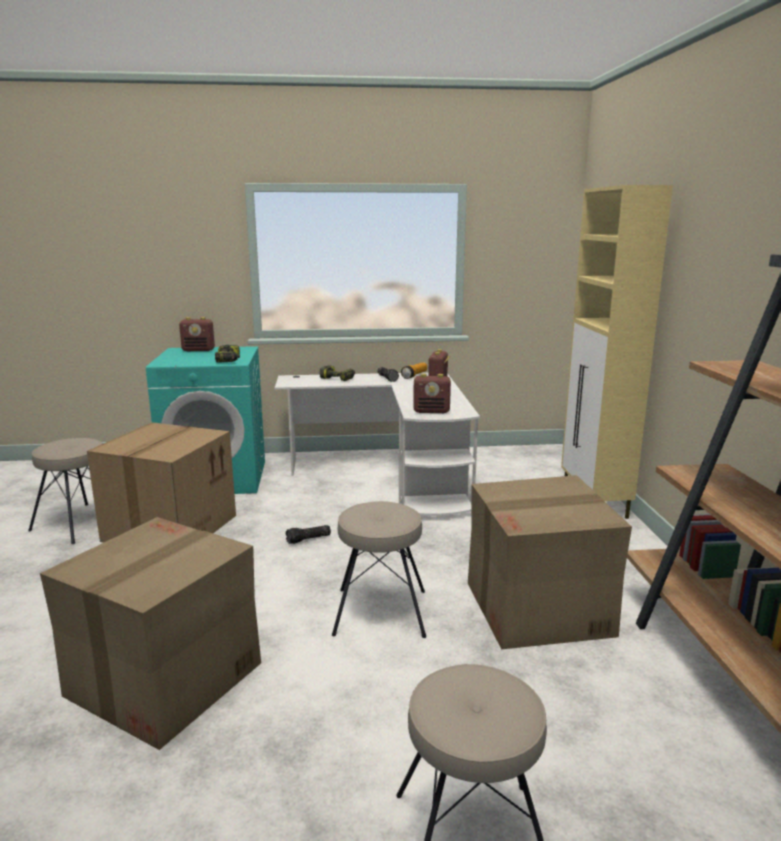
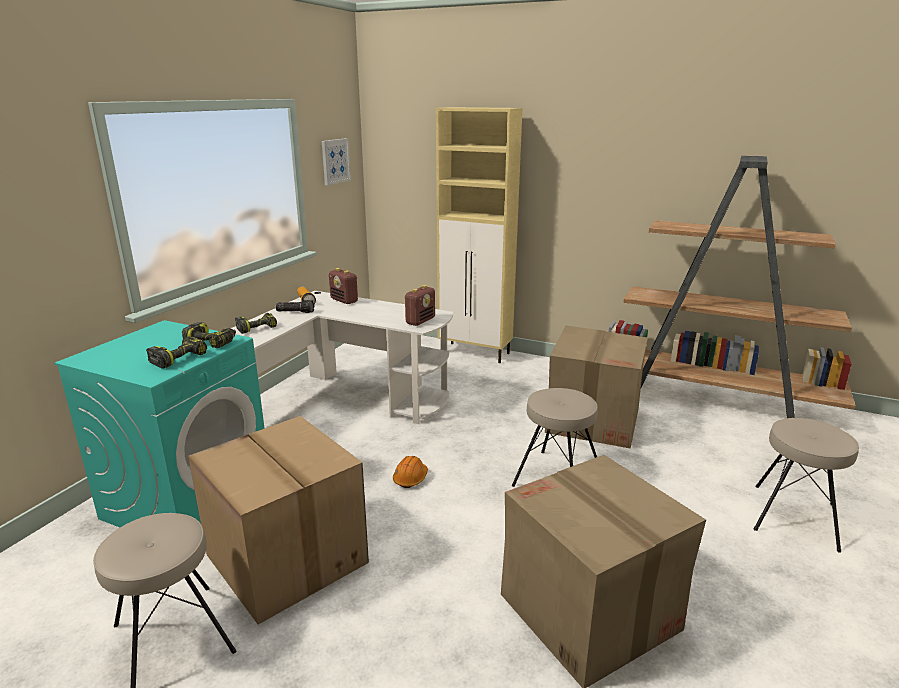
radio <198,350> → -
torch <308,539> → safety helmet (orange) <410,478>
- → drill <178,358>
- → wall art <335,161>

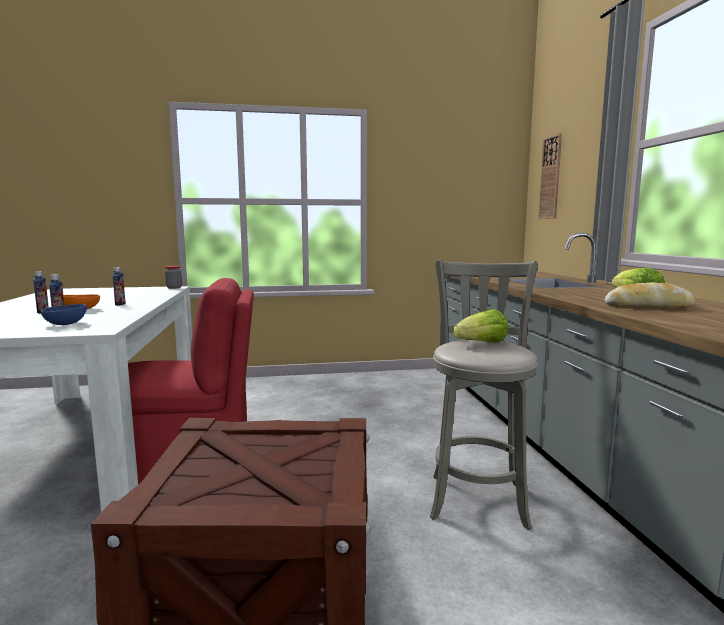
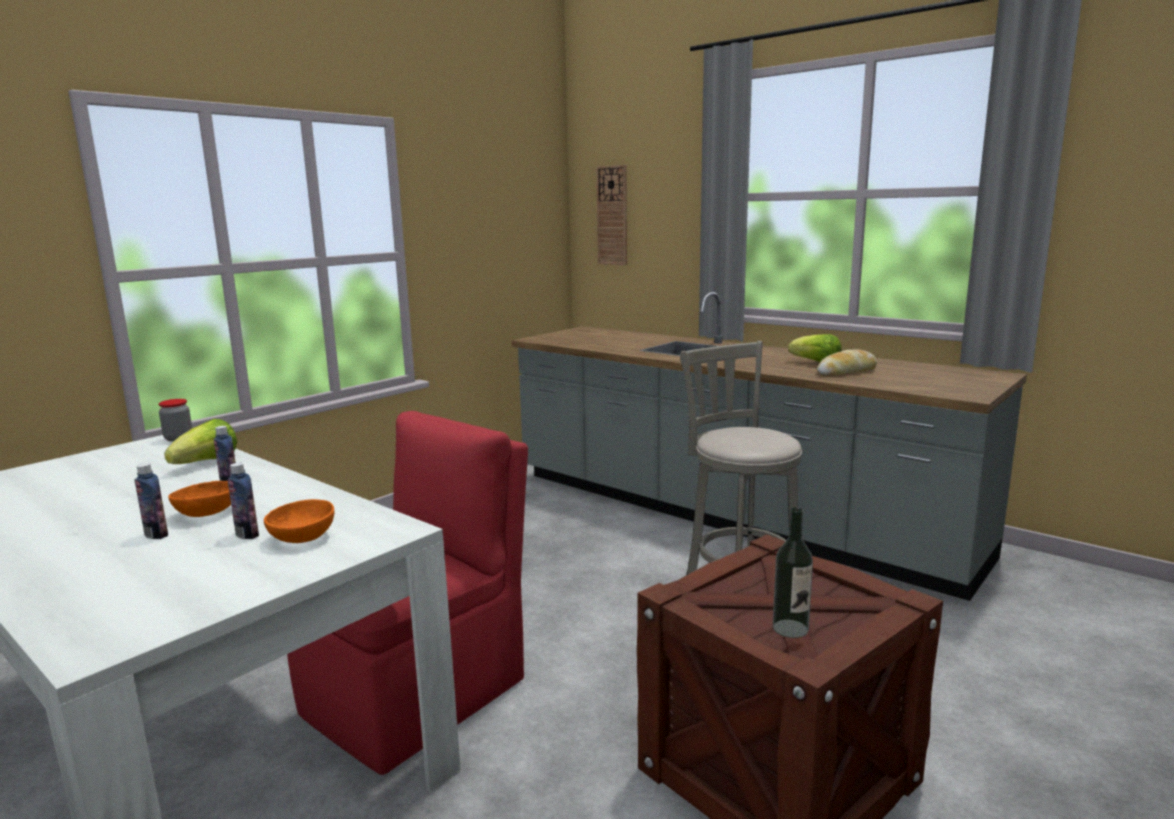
serving bowl (blue) <65,324> → serving bowl (orange) <302,538>
head of lettuce <482,343> → head of lettuce <207,463>, move
- → drink bottle <790,628>

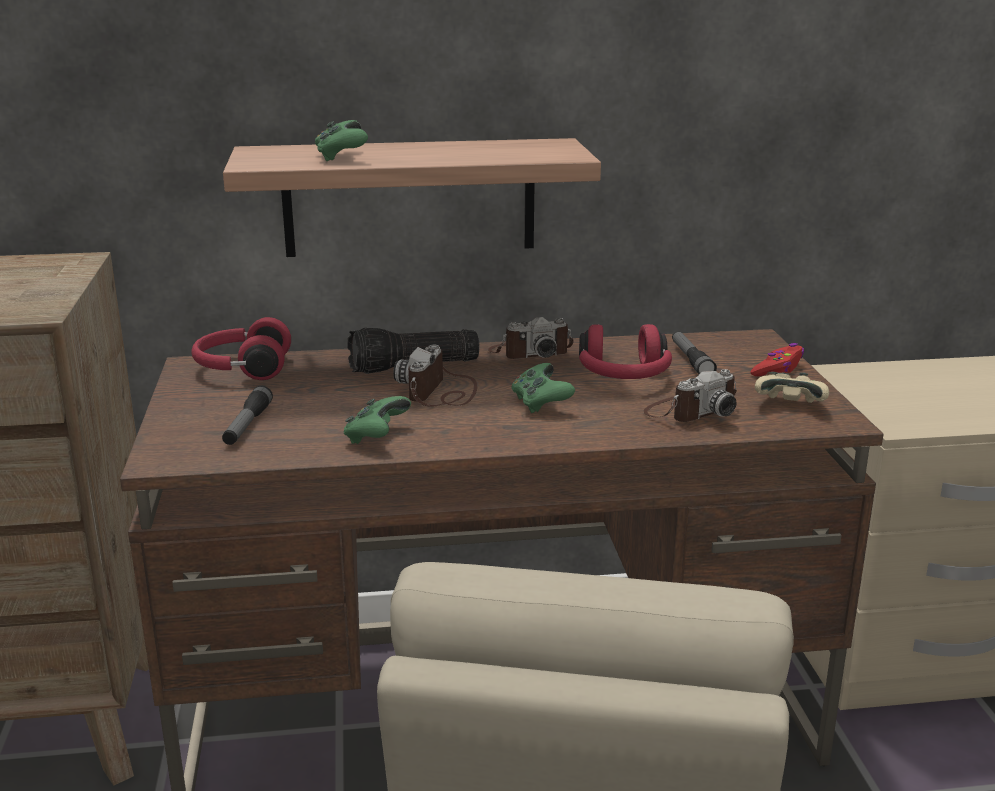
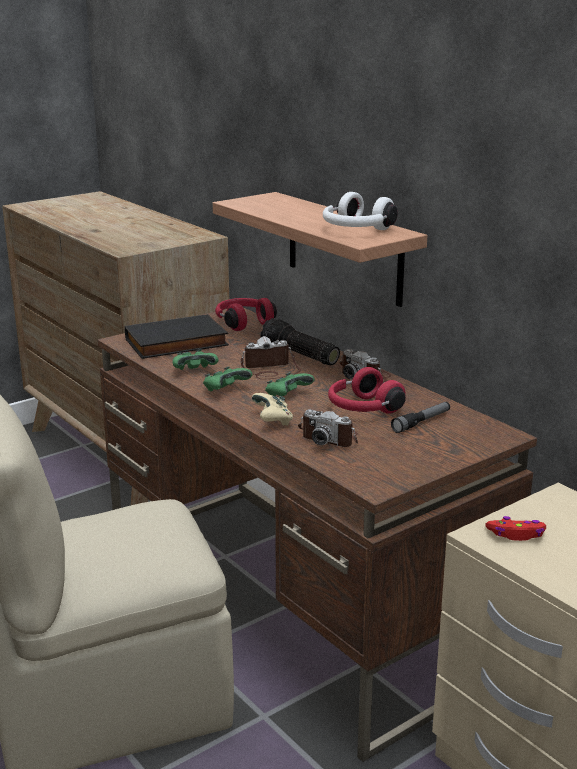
torch <247,425> → bound book (blackish) <176,343>
game controller (green) <341,157> → game controller (green) <226,390>, move
game controller (red) <778,369> → game controller (red) <516,534>, move
game controller (sand-coloured) <790,405> → game controller (sand-coloured) <272,421>, move
- → pair of headphones (white) <356,230>

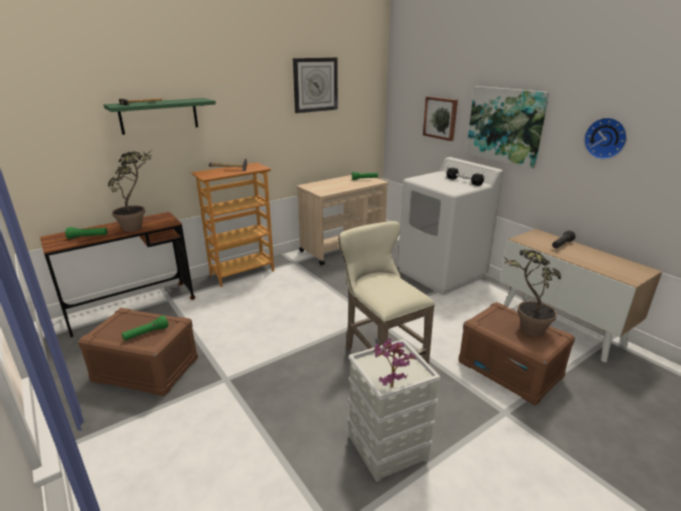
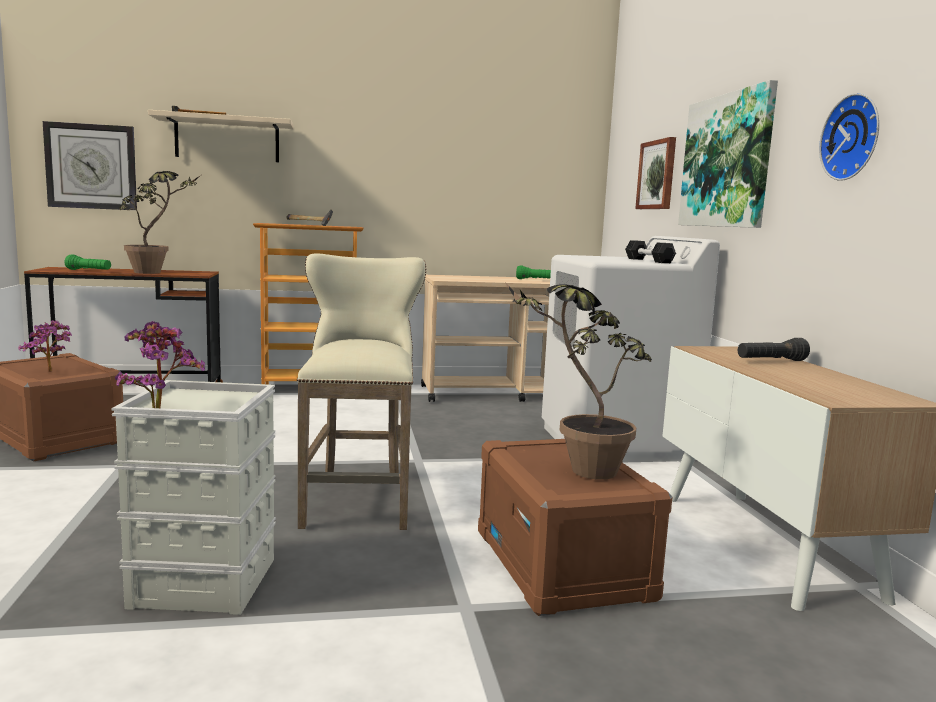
shelf (green) <159,116> → shelf (sand-coloured) <227,139>
torch (green) <146,334> → potted plant <51,372>
hanging clock <315,85> → hanging clock <91,166>, move

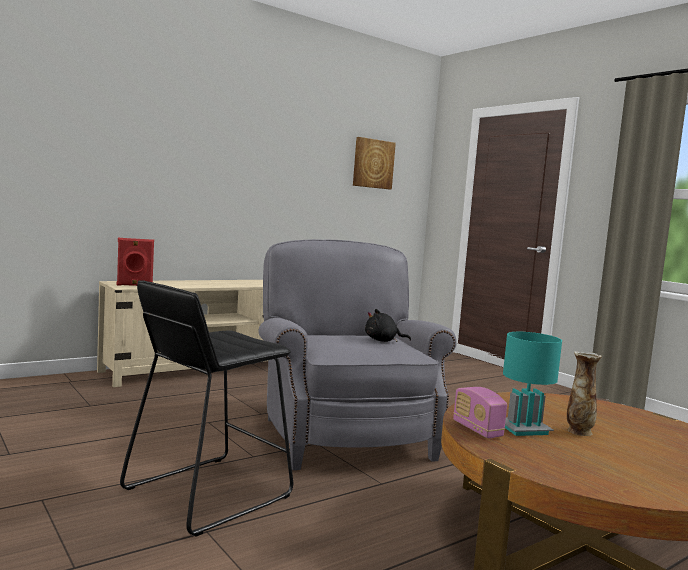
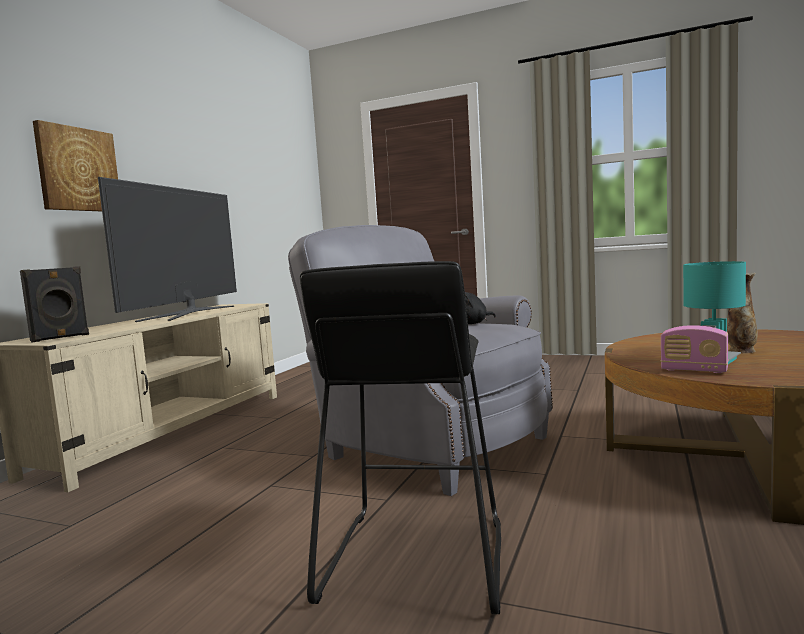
loudspeaker (red) <134,285> → loudspeaker (blackish) <60,338>
wall art <373,163> → wall art <77,169>, move
- → television <188,313>

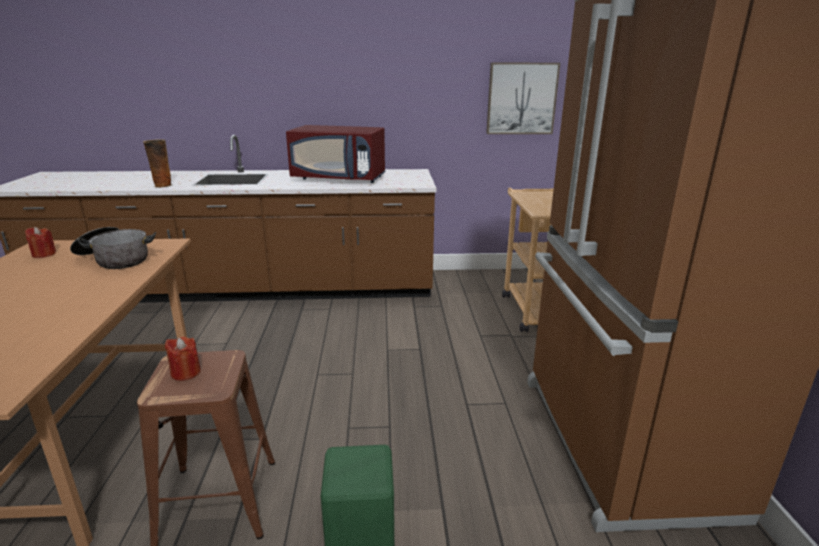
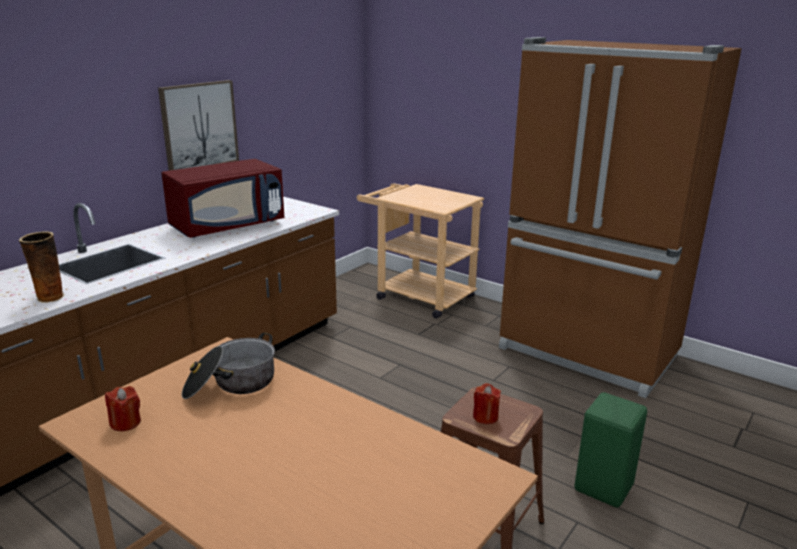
wall art <521,99> → wall art <199,126>, move

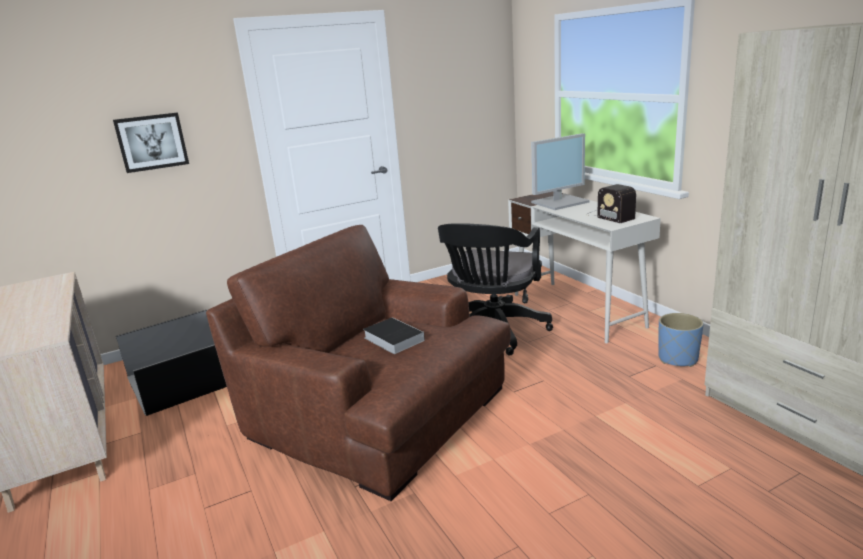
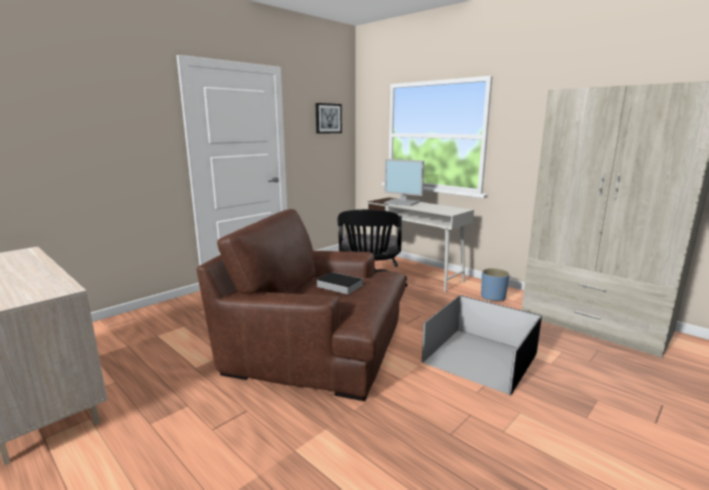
wall art <152,142> → wall art <328,118>, move
storage bin (blackish) <184,377> → storage bin (blackish) <478,357>, move
computer display <560,202> → computer display <403,202>, 75 degrees clockwise
radio <609,215> → -

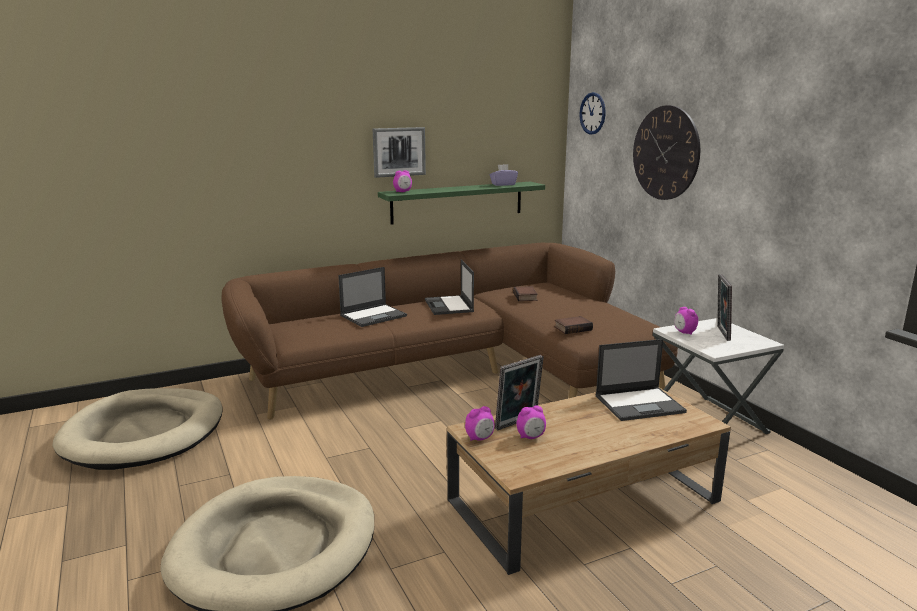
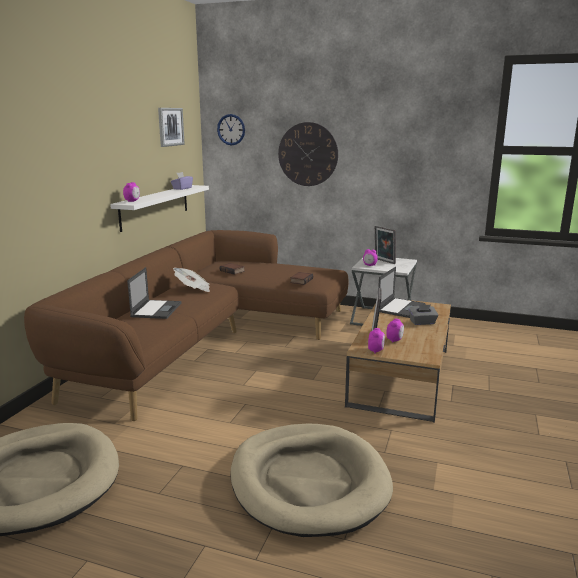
wall art <399,152> → wall art <170,127>, move
shelf (green) <458,202> → shelf (white) <155,206>
portable computer <449,306> → newspaper <193,289>
- → tissue box (greyish) <422,322>

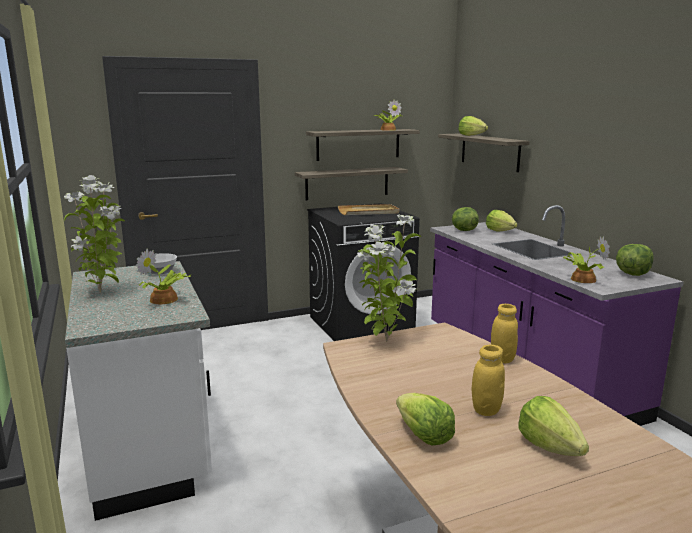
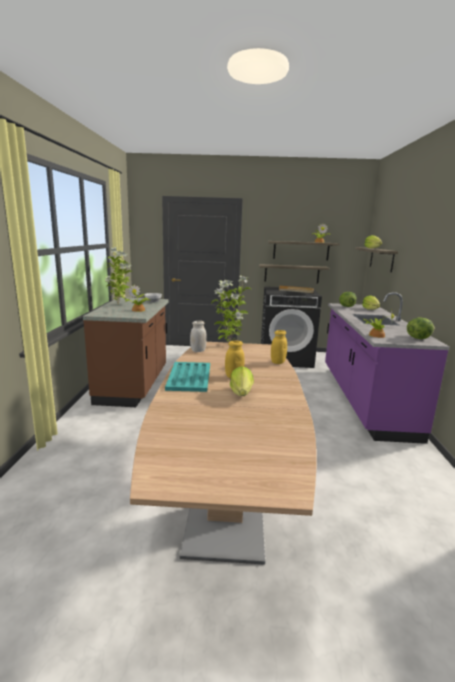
kitchen base unit (white) <150,447> → kitchen base unit (brown) <134,386>
head of lettuce <423,435> → carrying tray (turquoise) <189,377>
- → storage jar (white) <198,351>

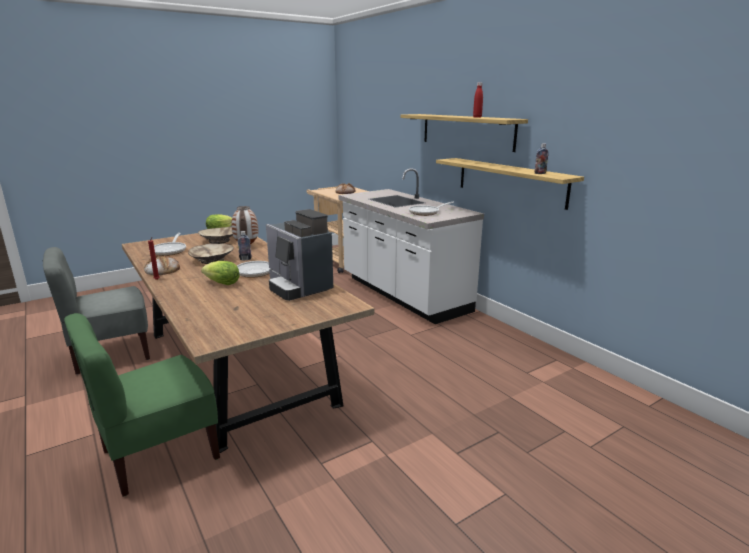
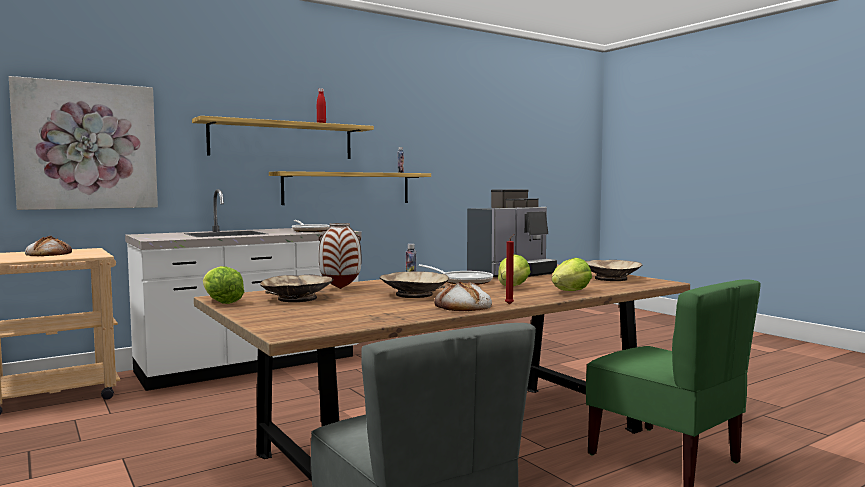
frying pan <170,251> → -
- → wall art <87,146>
- → head of lettuce <571,291>
- → serving bowl (sand-coloured) <610,278>

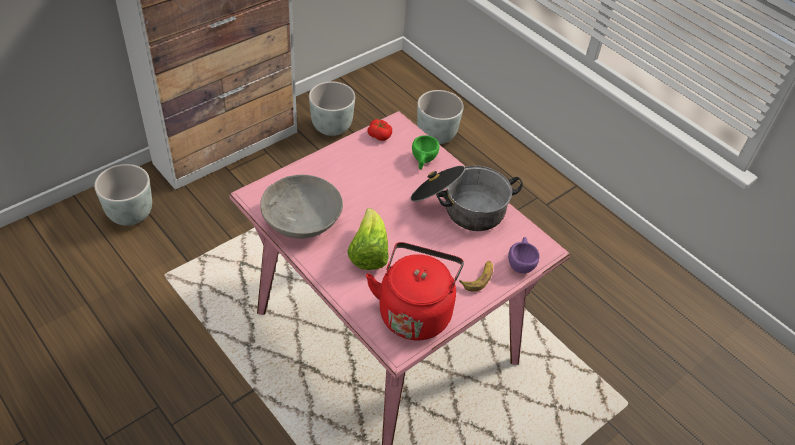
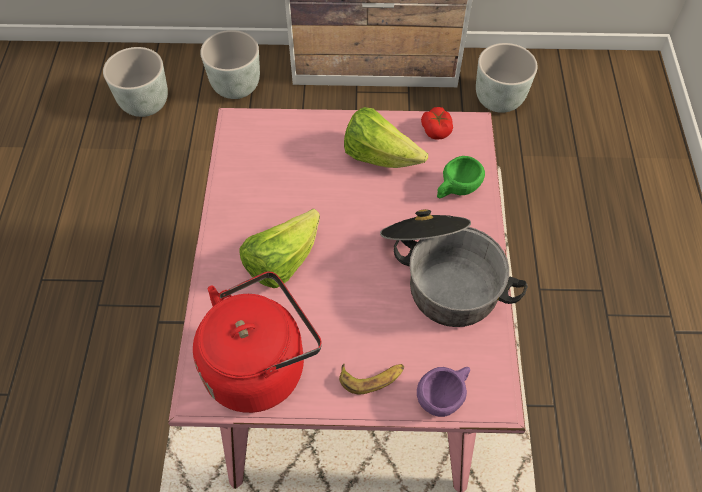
serving bowl (greyish) <301,220> → -
planter (greyish) <436,135> → planter (greyish) <146,104>, move
- → head of lettuce <379,156>

